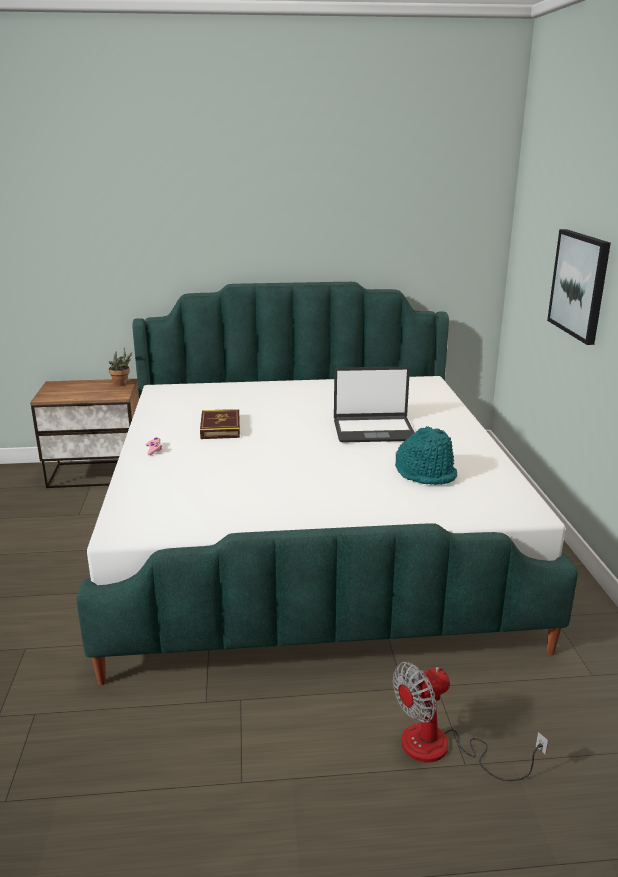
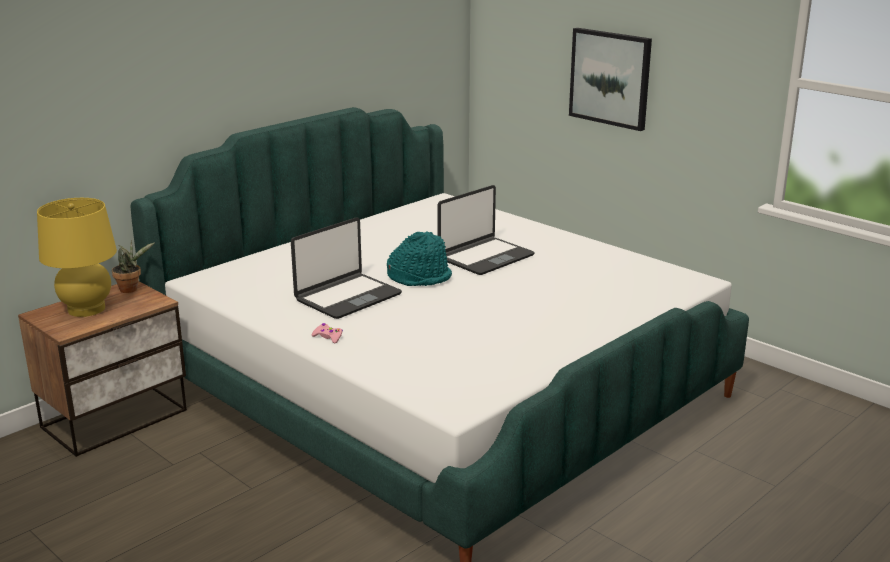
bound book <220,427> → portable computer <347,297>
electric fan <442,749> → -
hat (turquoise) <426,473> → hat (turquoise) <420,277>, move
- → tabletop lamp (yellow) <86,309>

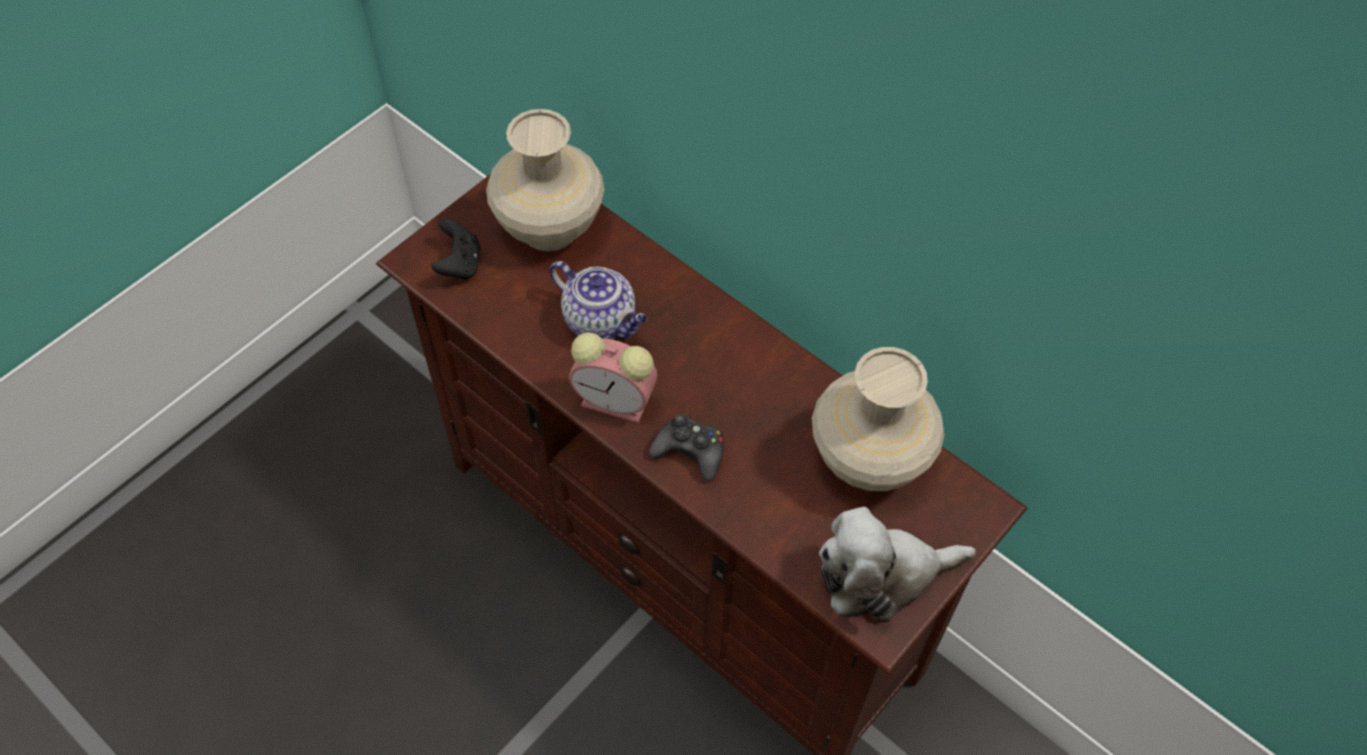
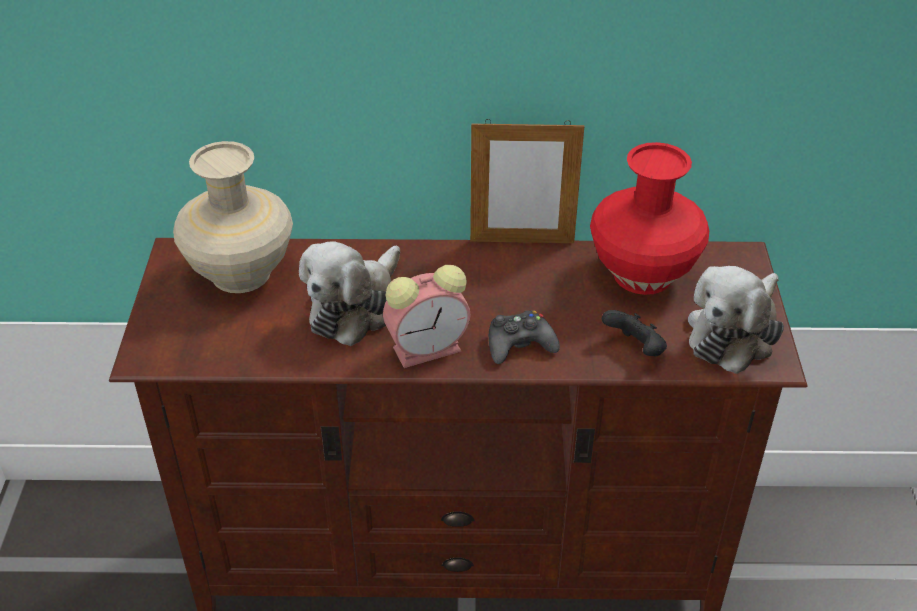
game controller (blackish) <459,264> → game controller (blackish) <635,349>, move
teapot <601,321> → plush toy <355,307>
flower vase (sand-coloured) <870,460> → flower vase (red) <644,274>
- → standing frame <522,241>

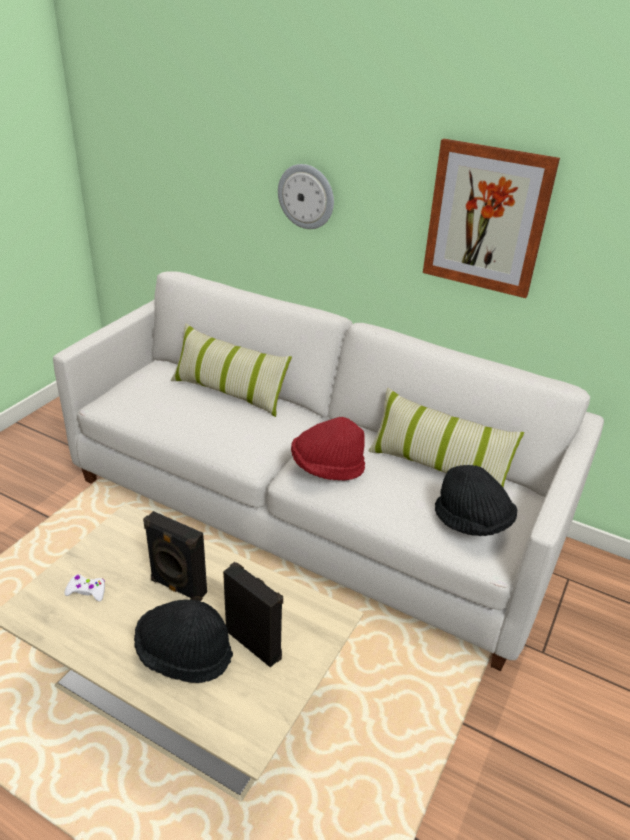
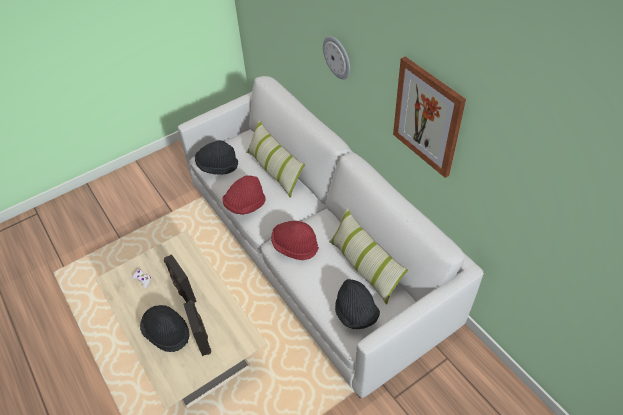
- → hat (blackish) <217,166>
- → hat (red) <245,205>

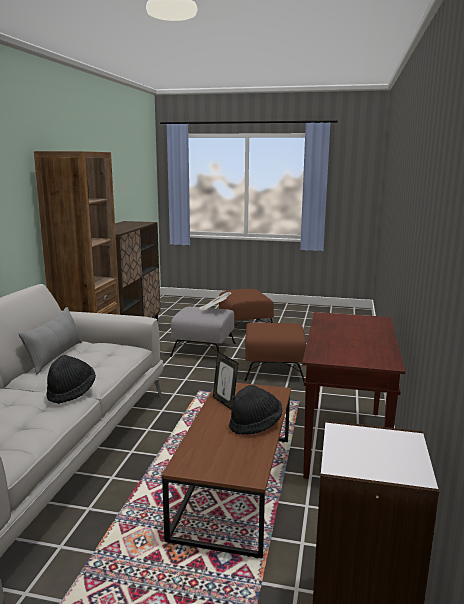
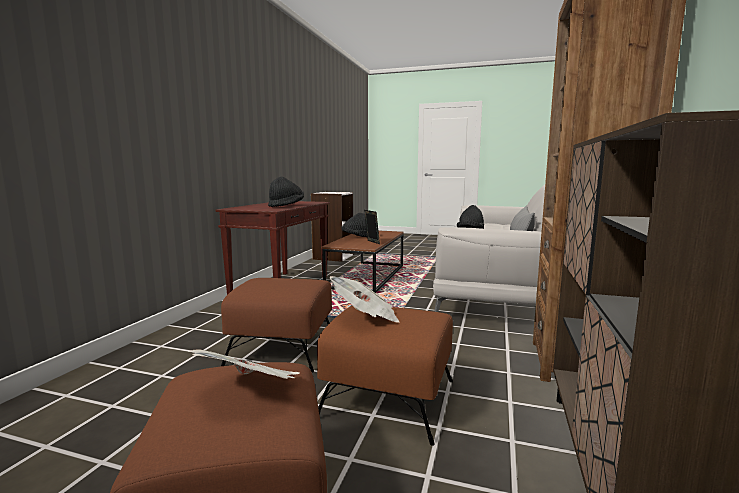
ottoman (greyish) <204,350> → ottoman (brown) <388,397>
- → newspaper <250,390>
- → hat (blackish) <286,206>

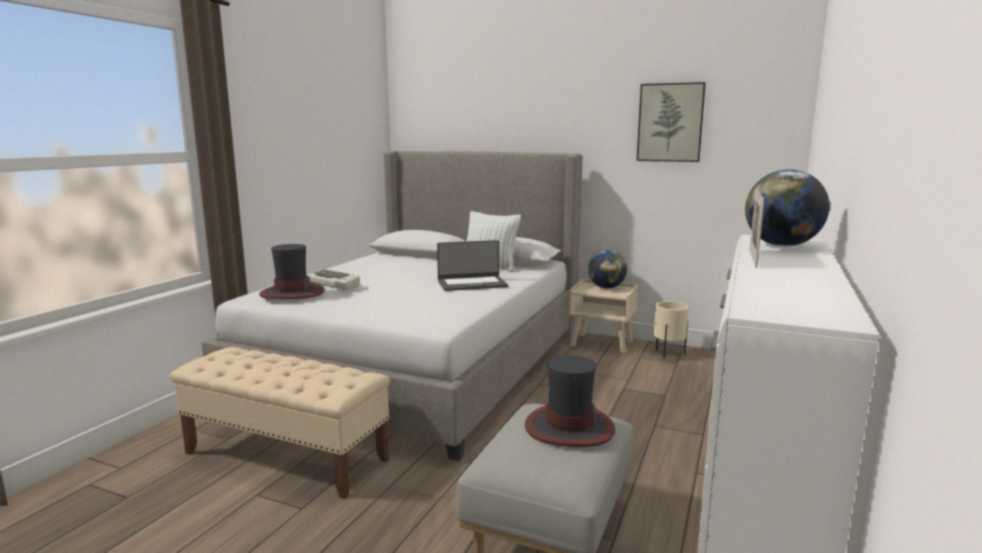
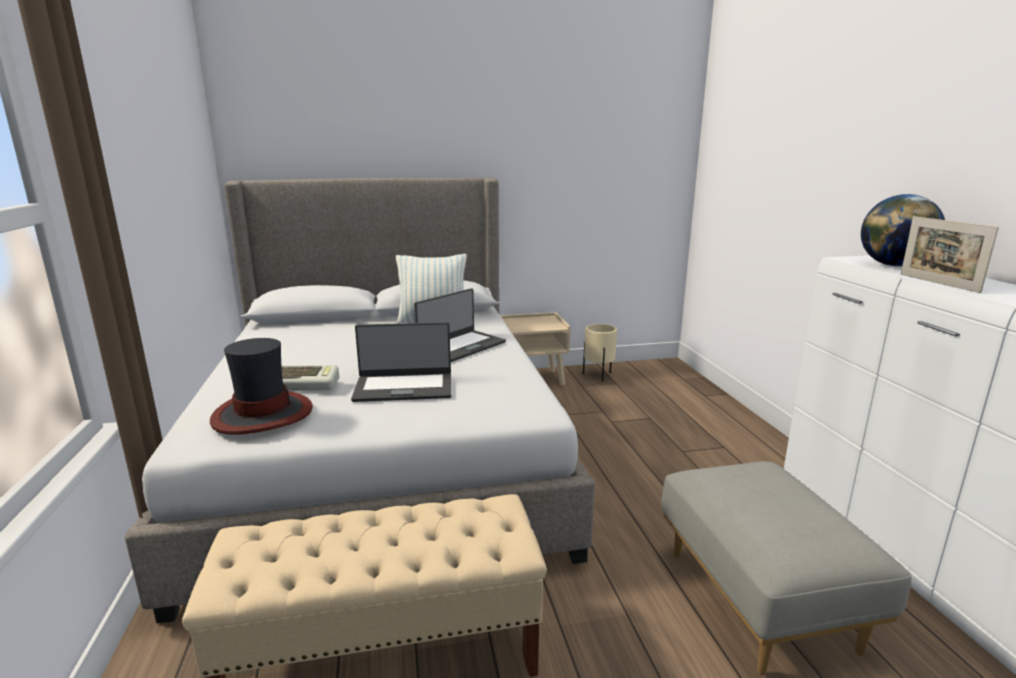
hat <568,427> → -
world globe <606,287> → -
wall art <670,122> → -
- → portable computer <404,387>

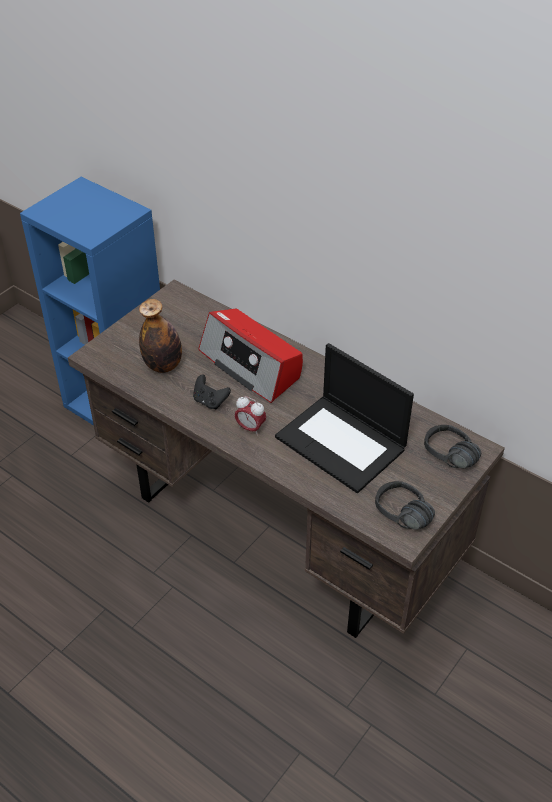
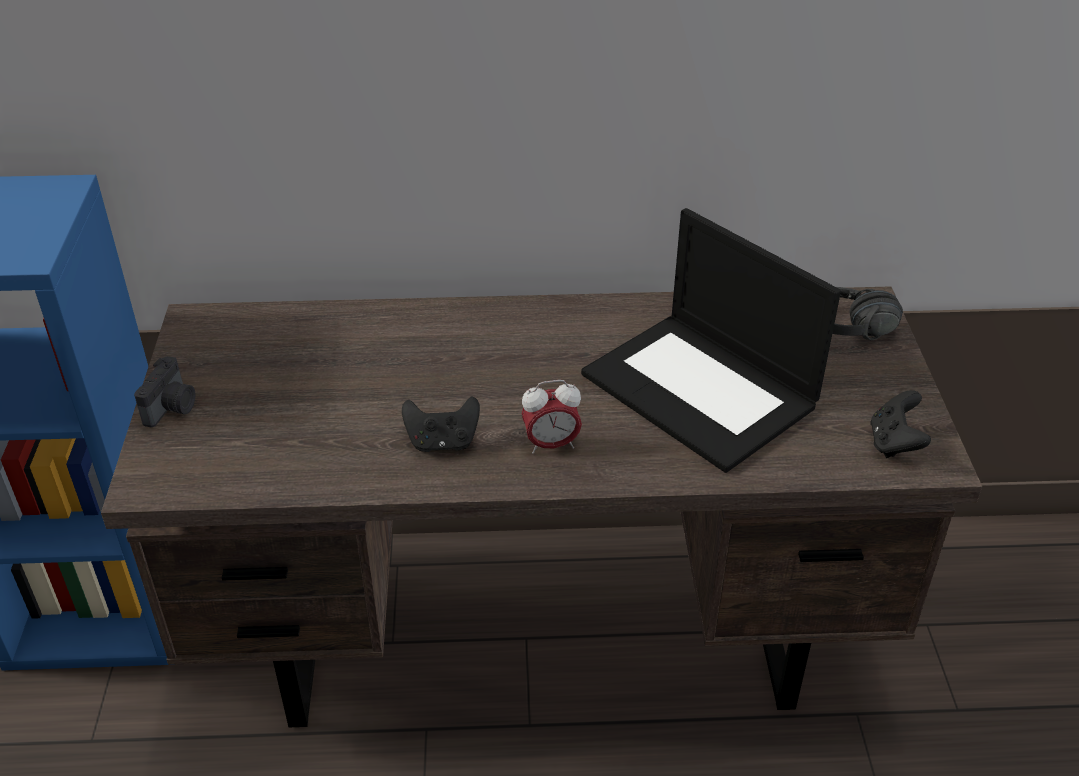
drink bottle <163,365> → -
radio <251,365> → -
portable computer <342,443> → portable computer <702,390>, 45 degrees clockwise
pair of headphones (blackish) <397,519> → game controller (blackish) <894,443>
- → photo camera <172,408>

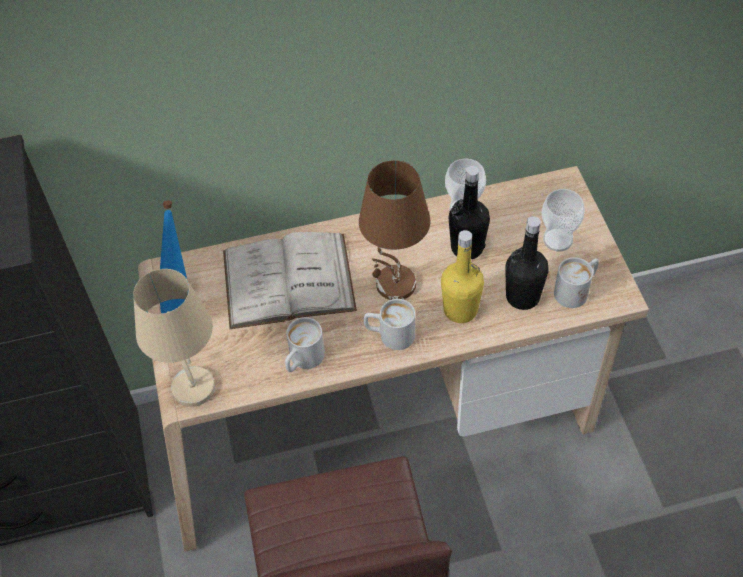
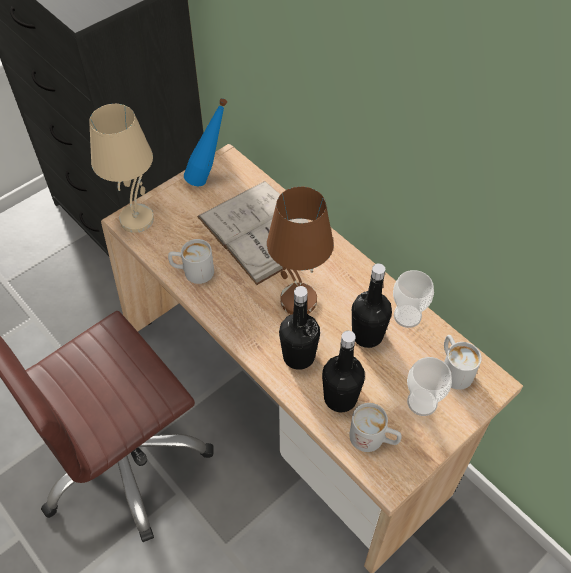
mug (white) <389,335> → mug (white) <453,369>, move
drink bottle (yellow) <460,310> → drink bottle (blackish) <298,356>

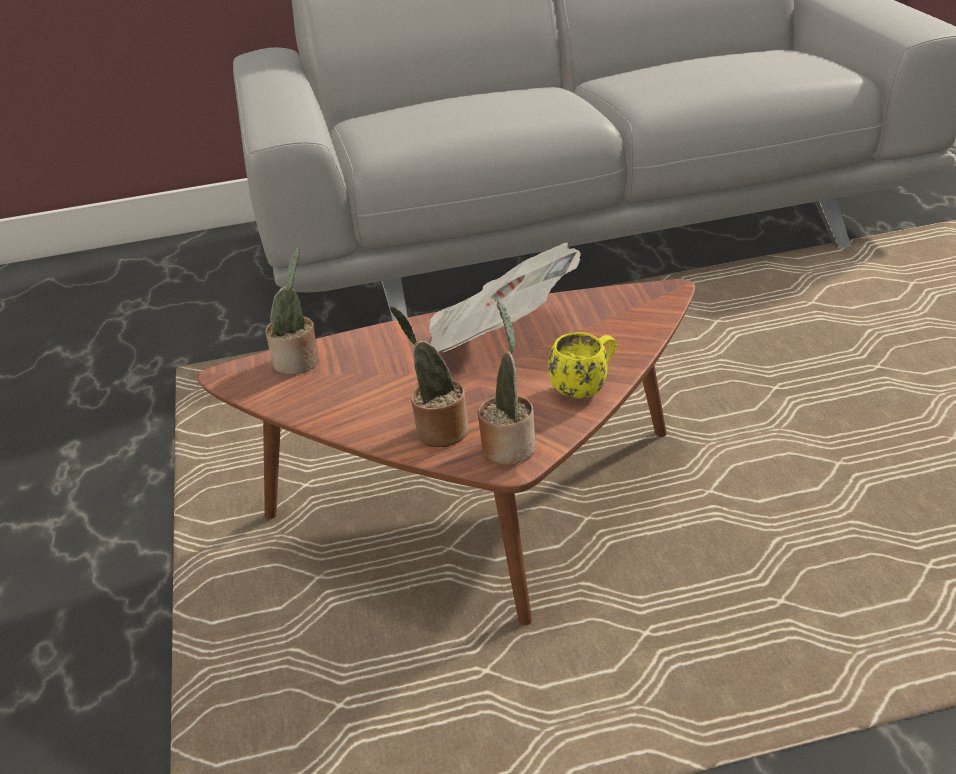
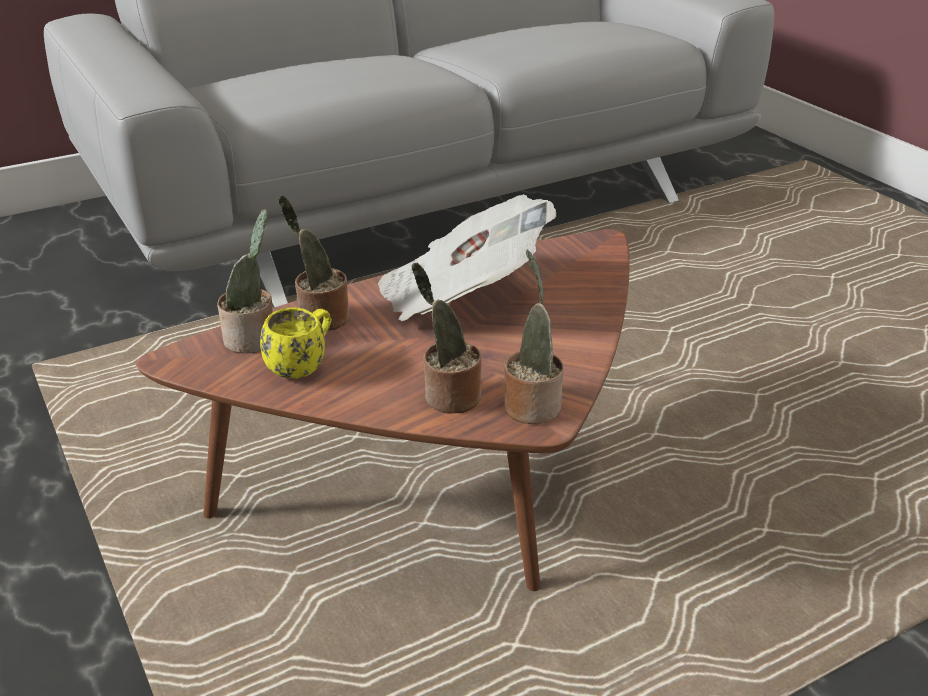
mug (yellow) <586,387> → mug (yellow) <302,366>, move
- → potted plant <320,318>

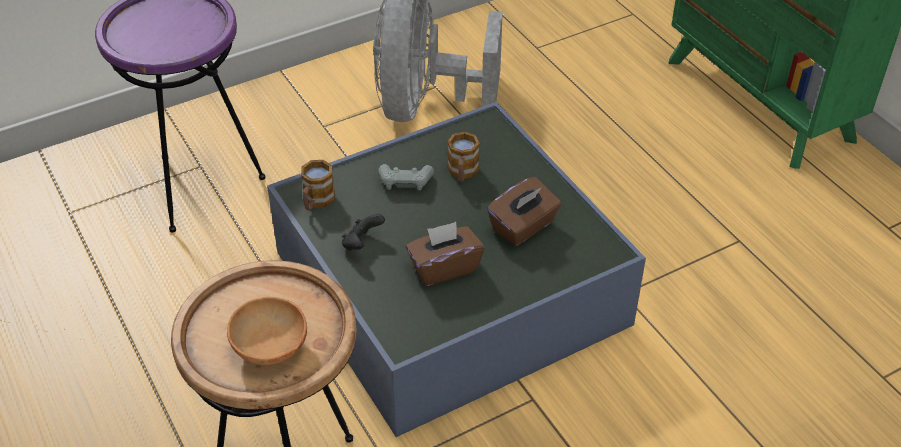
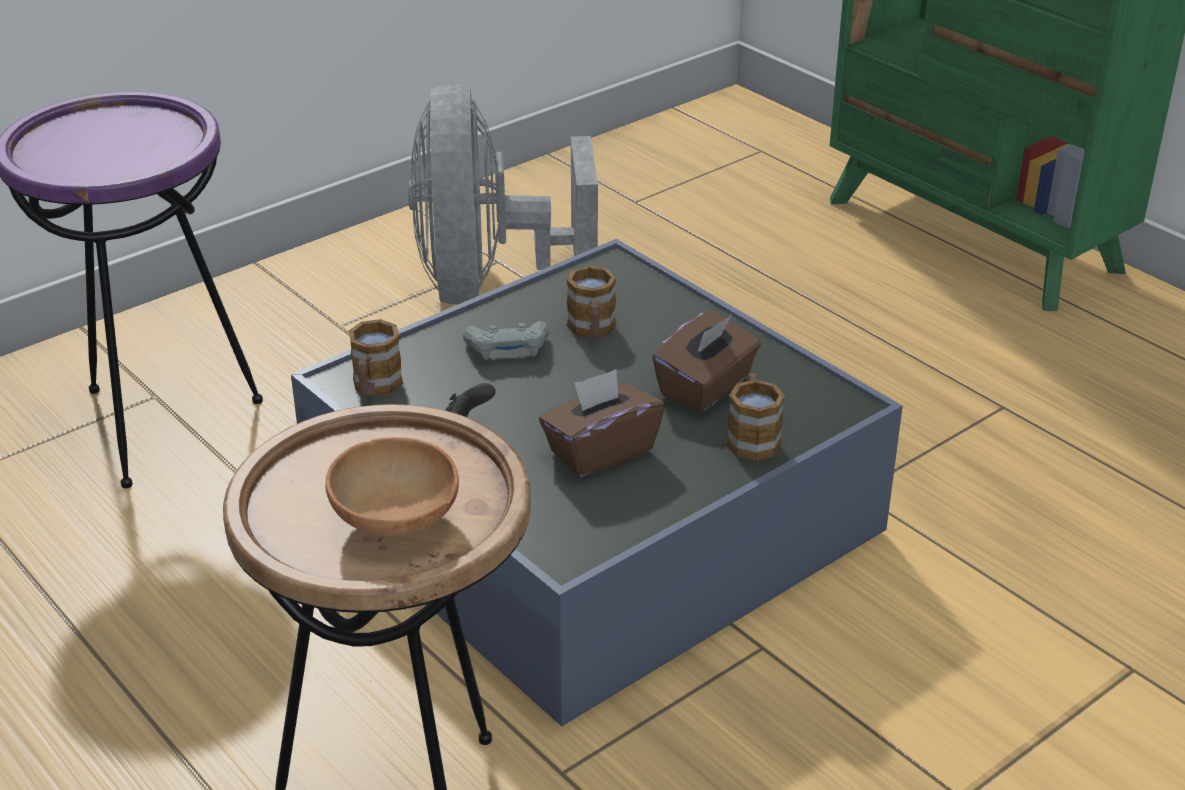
- → mug <752,437>

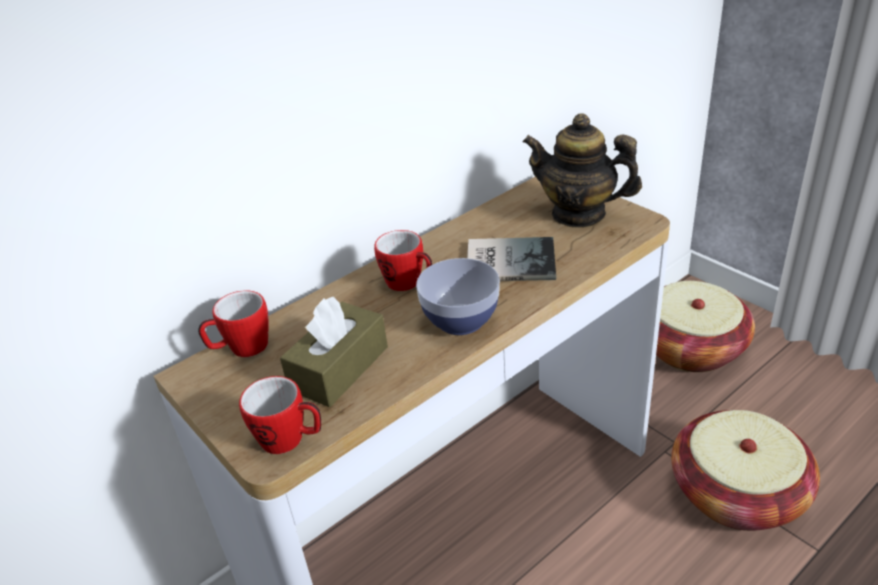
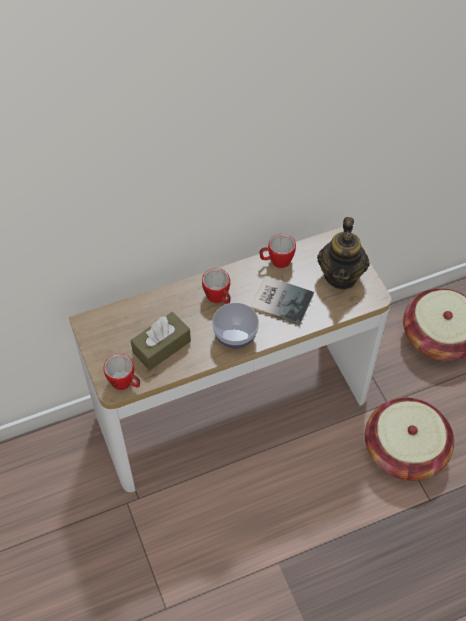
mug <241,349> → mug <276,261>, move
teapot <579,214> → teapot <341,275>, 120 degrees counterclockwise

